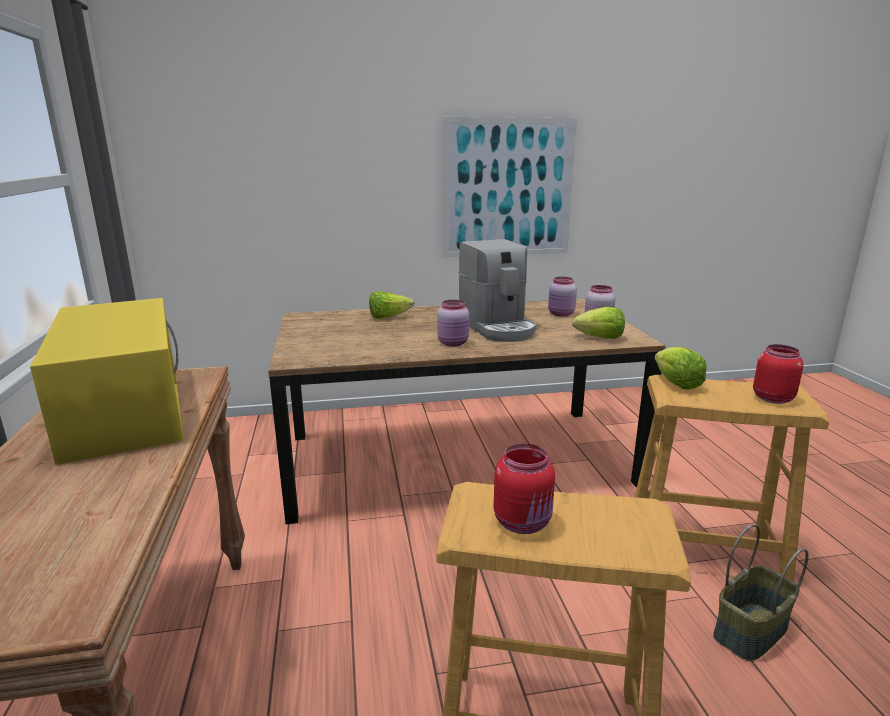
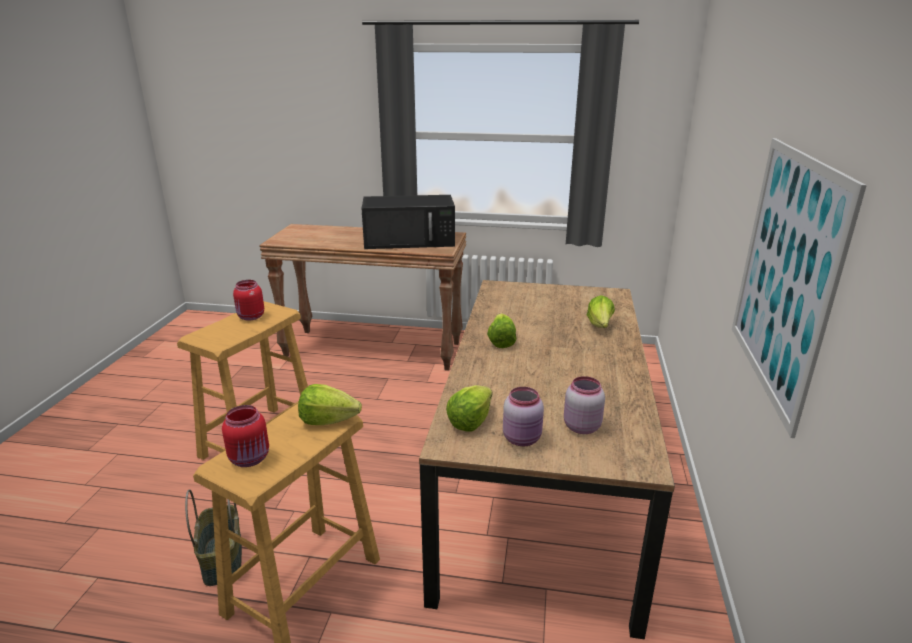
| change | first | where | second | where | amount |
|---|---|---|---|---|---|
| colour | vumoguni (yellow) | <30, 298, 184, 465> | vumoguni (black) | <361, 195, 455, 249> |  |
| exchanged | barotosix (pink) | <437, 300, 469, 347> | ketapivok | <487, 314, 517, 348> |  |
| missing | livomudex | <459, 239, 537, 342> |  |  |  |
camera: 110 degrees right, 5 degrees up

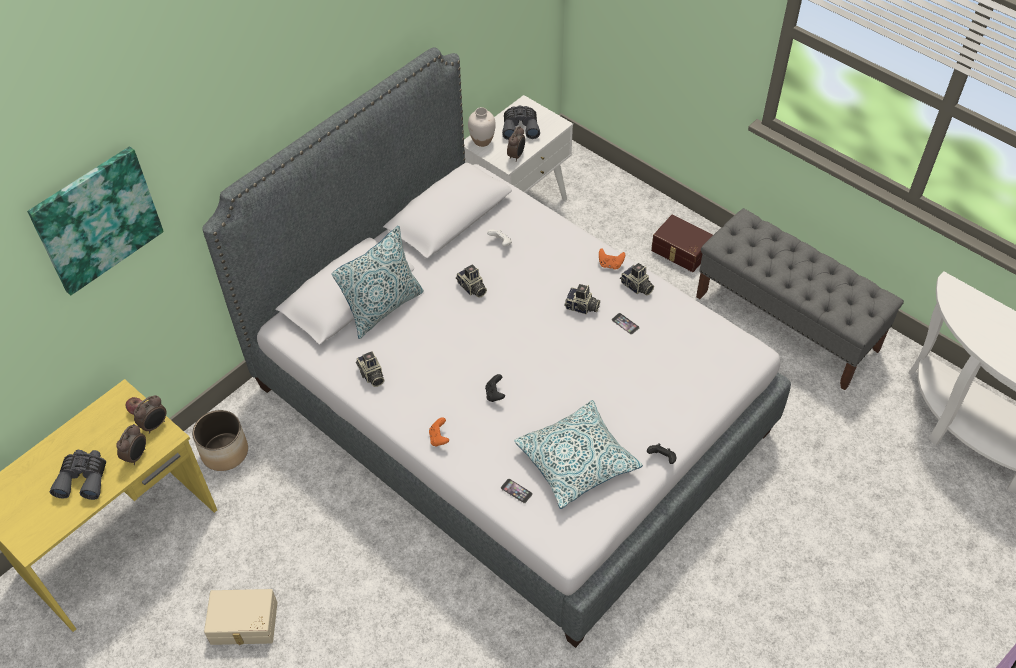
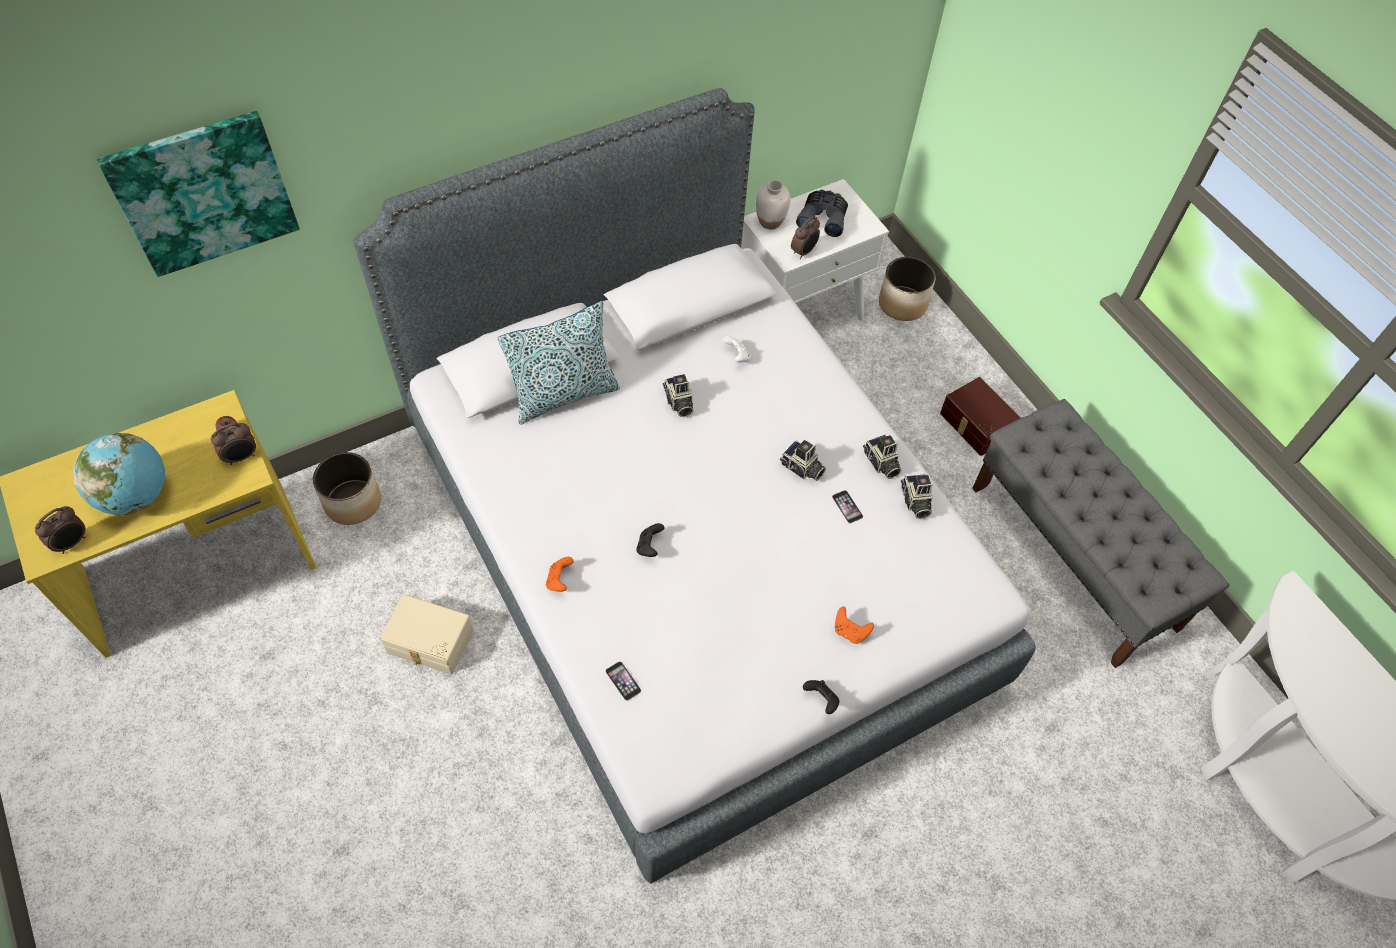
| change | first | where | second | where | amount |
|---|---|---|---|---|---|
| relocated | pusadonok | <116, 424, 146, 465> |  | <35, 506, 86, 554> |  |
| exchanged | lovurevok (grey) | <50, 450, 106, 500> | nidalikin | <73, 433, 165, 515> |  |
| relocated | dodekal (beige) | <204, 589, 277, 645> |  | <380, 594, 474, 674> |  |
| relocated | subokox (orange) | <599, 248, 625, 270> |  | <834, 607, 874, 644> |  |
| appeared |  |  | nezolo | <879, 257, 936, 321> |  |
| relocated | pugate | <356, 351, 384, 387> |  | <901, 474, 933, 519> |  |
| missing | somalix | <514, 400, 643, 509> |  |  |  |
camera: 15 degrees right, 5 degrees up

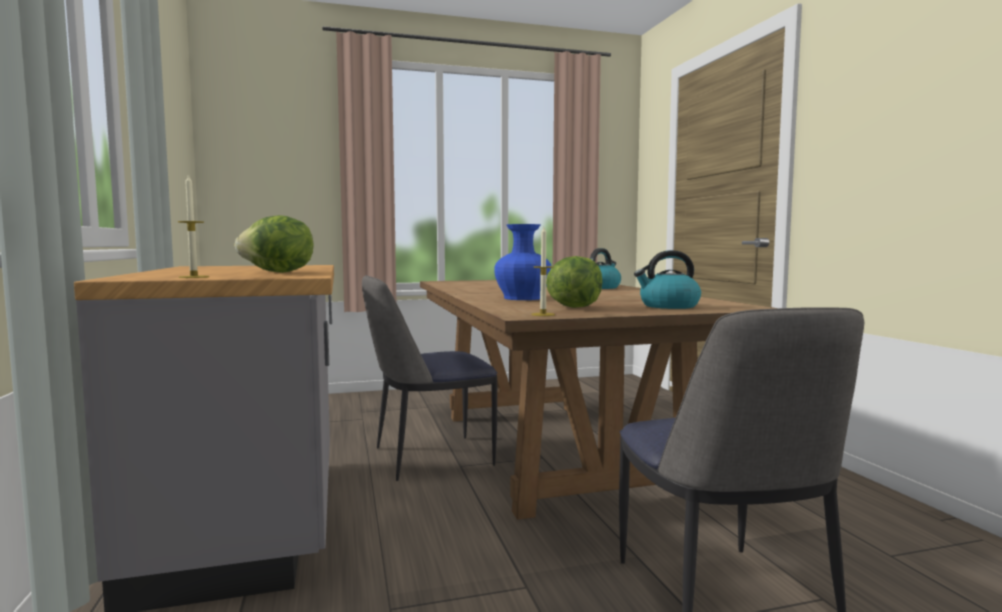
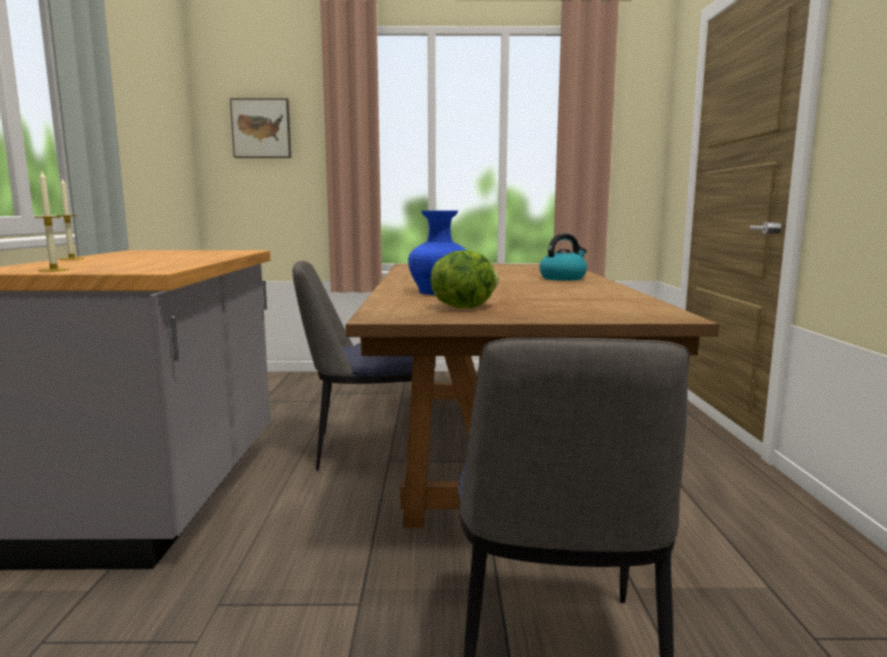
| change | first | where | second | where | amount |
|---|---|---|---|---|---|
| relocated | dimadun | <531, 227, 555, 316> |  | <56, 178, 84, 260> |  |
| appeared |  |  | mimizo | <230, 98, 291, 158> |  |
| missing | ketapivok | <234, 215, 314, 273> |  |  |  |
| missing | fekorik | <634, 250, 701, 309> |  |  |  |
camera: 15 degrees right, 5 degrees up

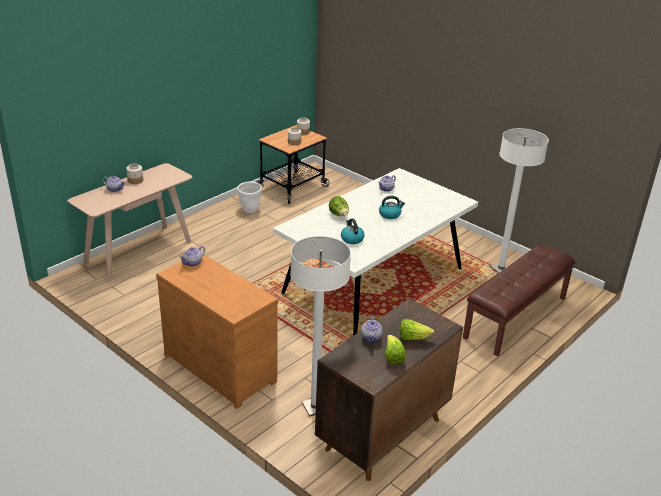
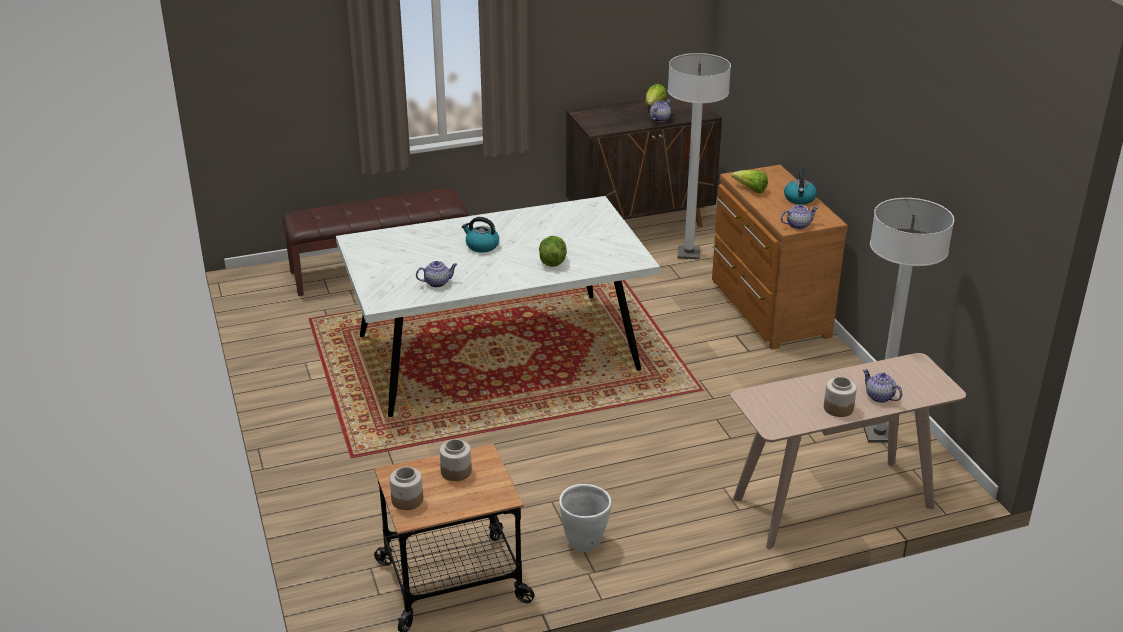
| change | first | where | second | where | amount |
|---|---|---|---|---|---|
| relocated | ketapivok | <400, 319, 435, 340> |  | <732, 170, 768, 193> |  |
| relocated | fekorik | <341, 218, 364, 244> |  | <784, 169, 817, 205> |  |
| relocated | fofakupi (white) | <490, 128, 549, 273> |  | <863, 198, 954, 443> |  |
camera: 150 degrees left, 0 degrees up

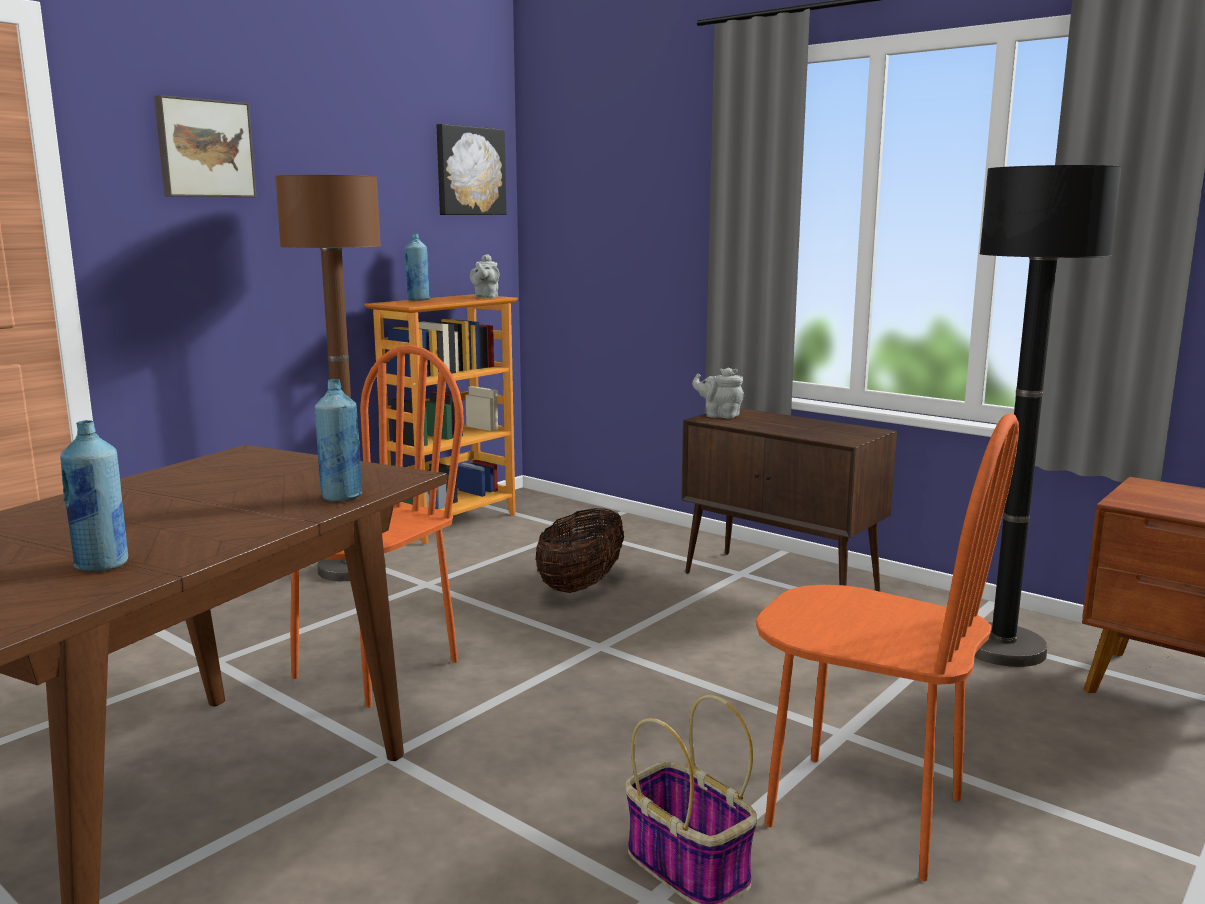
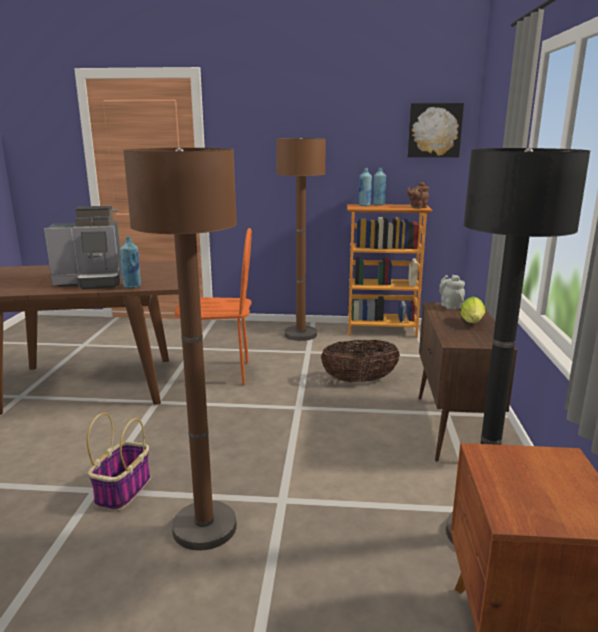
| change | first | where | second | where | amount |
|---|---|---|---|---|---|
| appeared |  |  | livomudex | <44, 206, 122, 289> |  |
| exchanged | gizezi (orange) | <756, 413, 1019, 881> | fofakupi (brown) | <123, 147, 237, 550> |  |
| relocated | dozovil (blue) | <60, 420, 128, 572> |  | <358, 168, 372, 206> |  |
| colour | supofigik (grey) | <470, 254, 499, 298> | supofigik (brown) | <407, 182, 429, 209> |  |
| appeared |  |  | ketapivok | <460, 297, 485, 323> |  |
| missing | mimizo | <154, 95, 257, 197> |  |  |  |
camera: 55 degrees right, 5 degrees up

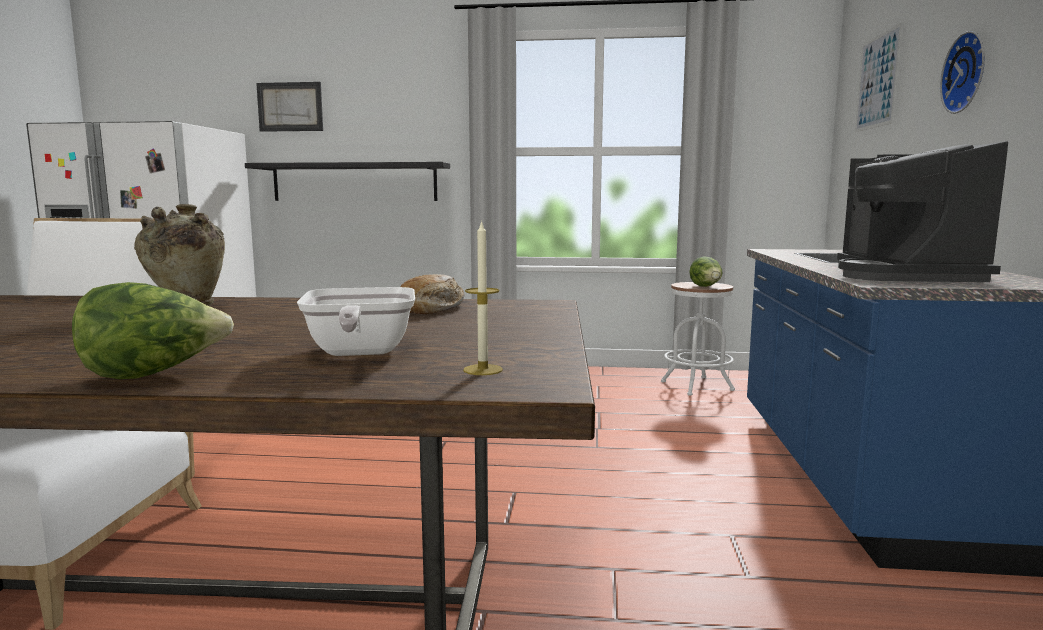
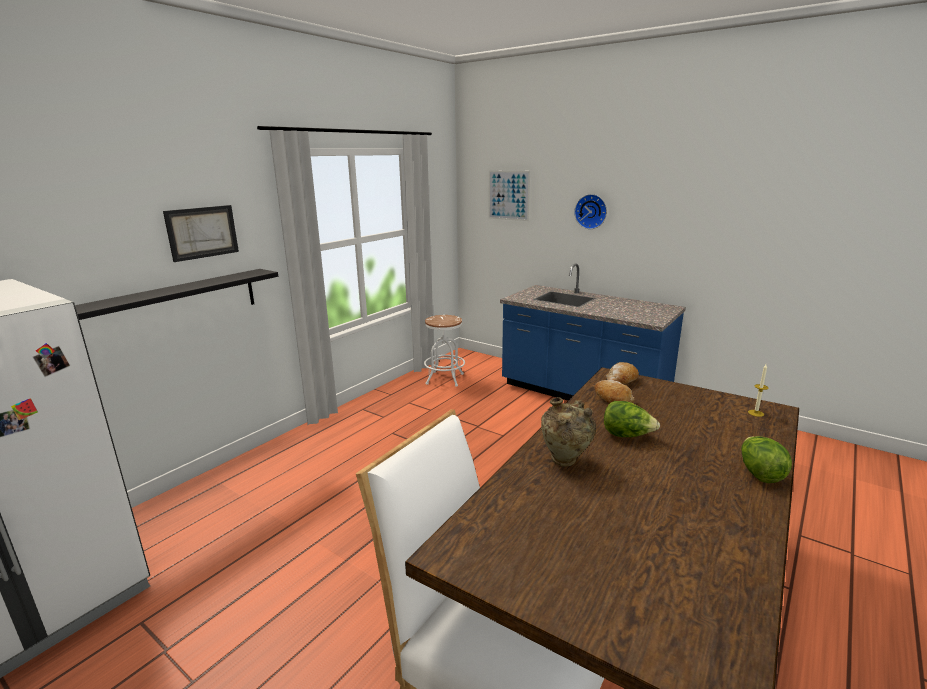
| change | first | where | second | where | amount |
|---|---|---|---|---|---|
| relocated | mimizo | <256, 82, 323, 132> |  | <163, 205, 239, 262> |  |
| relocated | ketapivok | <689, 257, 723, 287> |  | <604, 401, 660, 437> |  |
| appeared |  |  | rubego | <606, 362, 639, 384> |  |
| missing | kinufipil | <297, 287, 415, 356> |  |  |  |
| missing | livomudex | <837, 141, 1008, 282> |  |  |  |
camera: 60 degrees left, 10 degrees up

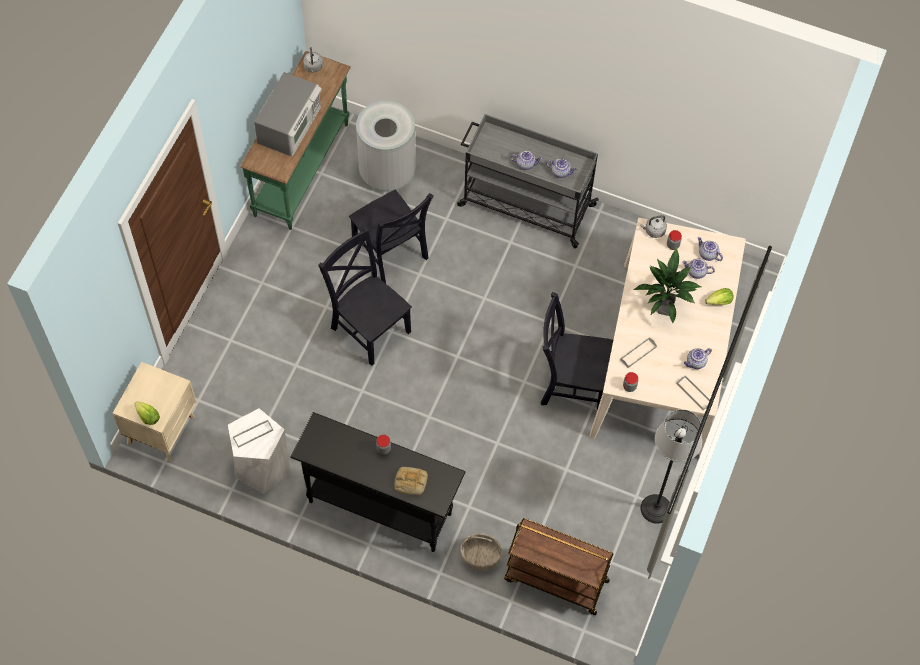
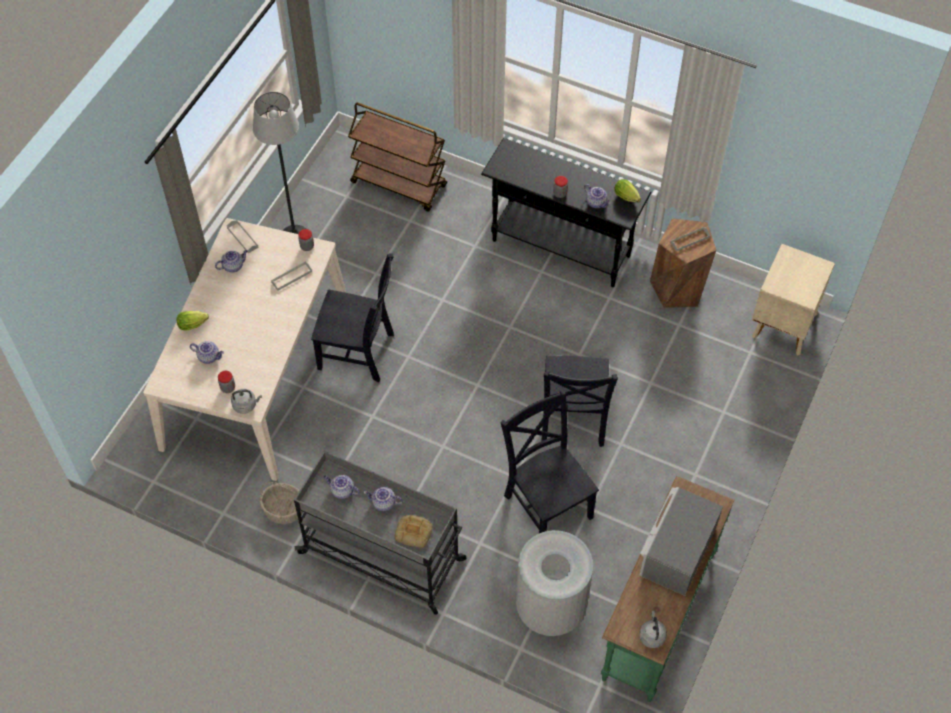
| change | first | where | second | where | amount |
|---|---|---|---|---|---|
| relocated | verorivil | <460, 533, 502, 571> |  | <259, 482, 303, 524> |  |
| relocated | rubego | <395, 467, 428, 495> |  | <395, 515, 432, 548> |  |
| spun | gizezi (black) | <318, 227, 412, 366> |  | <541, 355, 618, 447> | 45 degrees clockwise |
| relocated | supofigik | <697, 237, 723, 261> |  | <584, 184, 610, 208> |  |
| relocated | ketapivok | <135, 401, 160, 425> |  | <614, 179, 641, 202> |  |
| colour | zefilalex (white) | <228, 408, 290, 494> | zefilalex (brown) | <650, 218, 716, 308> |  |
| missing | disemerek | <633, 248, 701, 323> |  |  |  |
camera: 175 degrees left, 5 degrees down

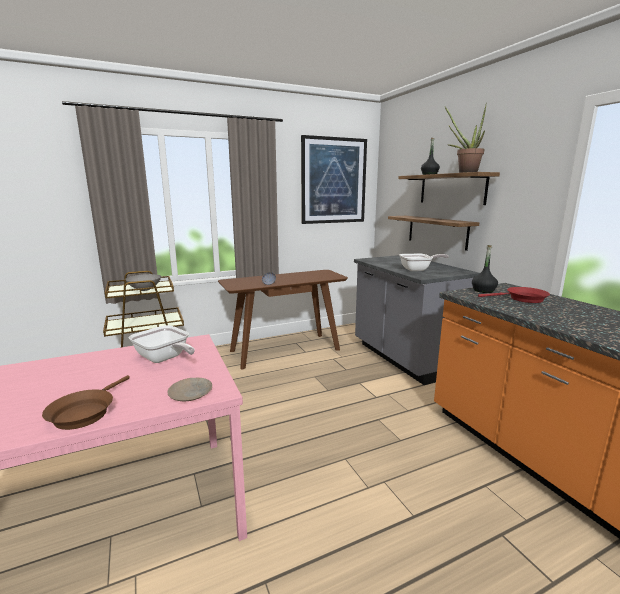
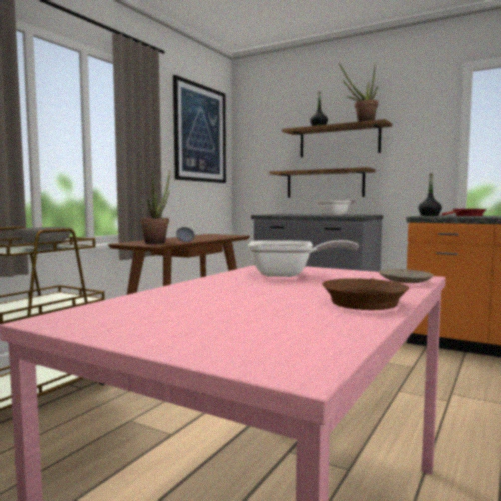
| change | first | where | second | where | amount |
|---|---|---|---|---|---|
| appeared |  |  | disemerek | <140, 169, 170, 244> |  |
| spun | kinufipil (brown) | <42, 375, 130, 430> |  | <322, 278, 409, 310> | 45 degrees clockwise |
camera: 35 degrees left, 10 degrees down

